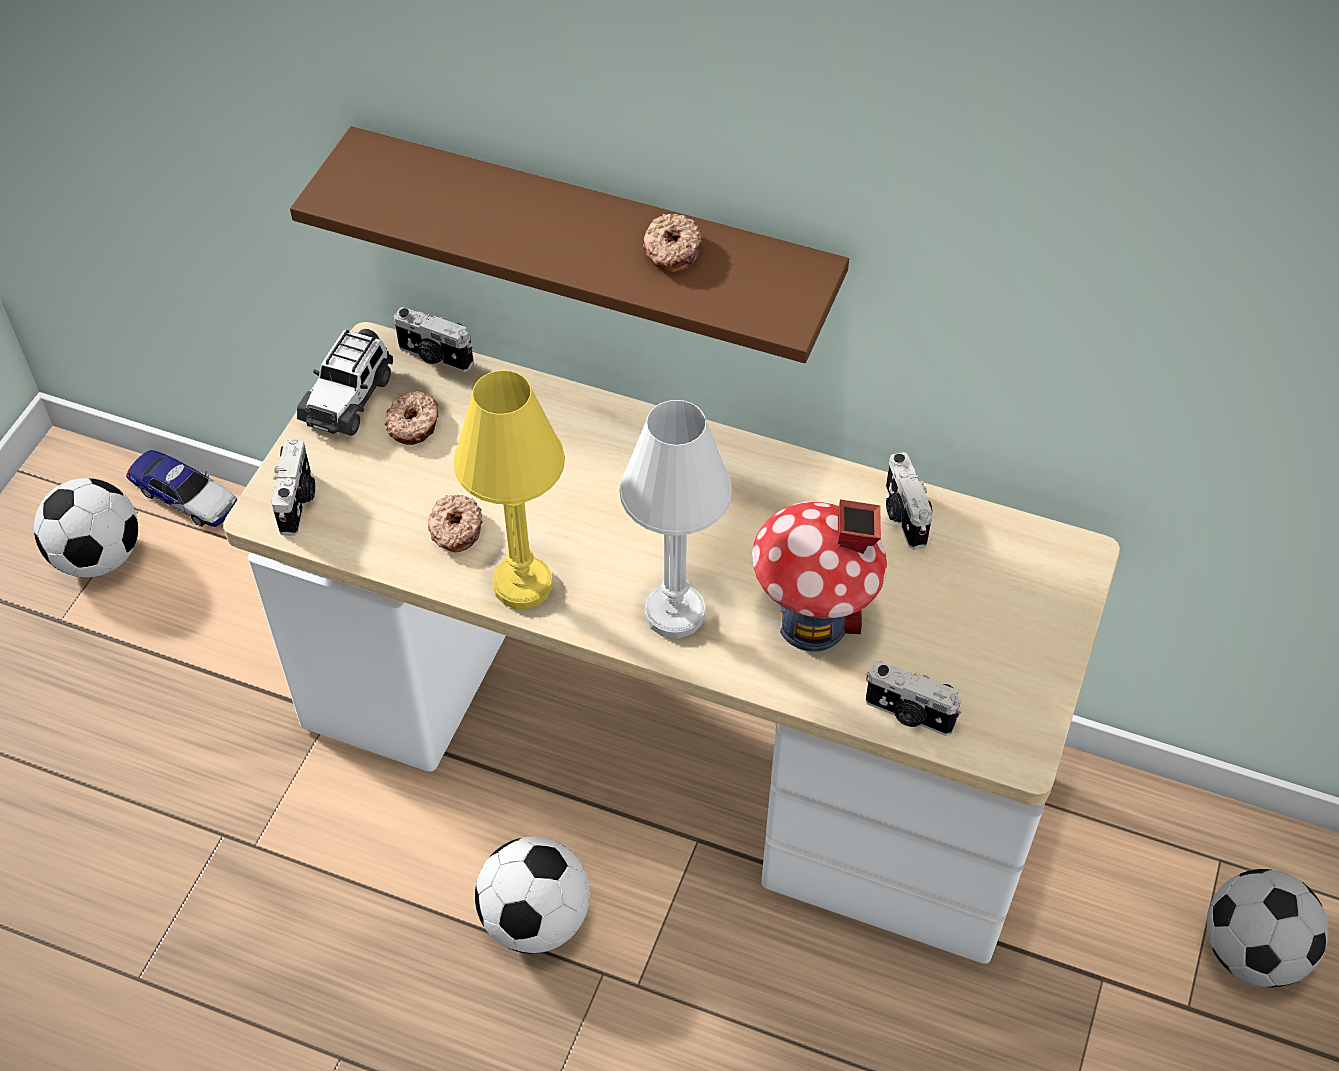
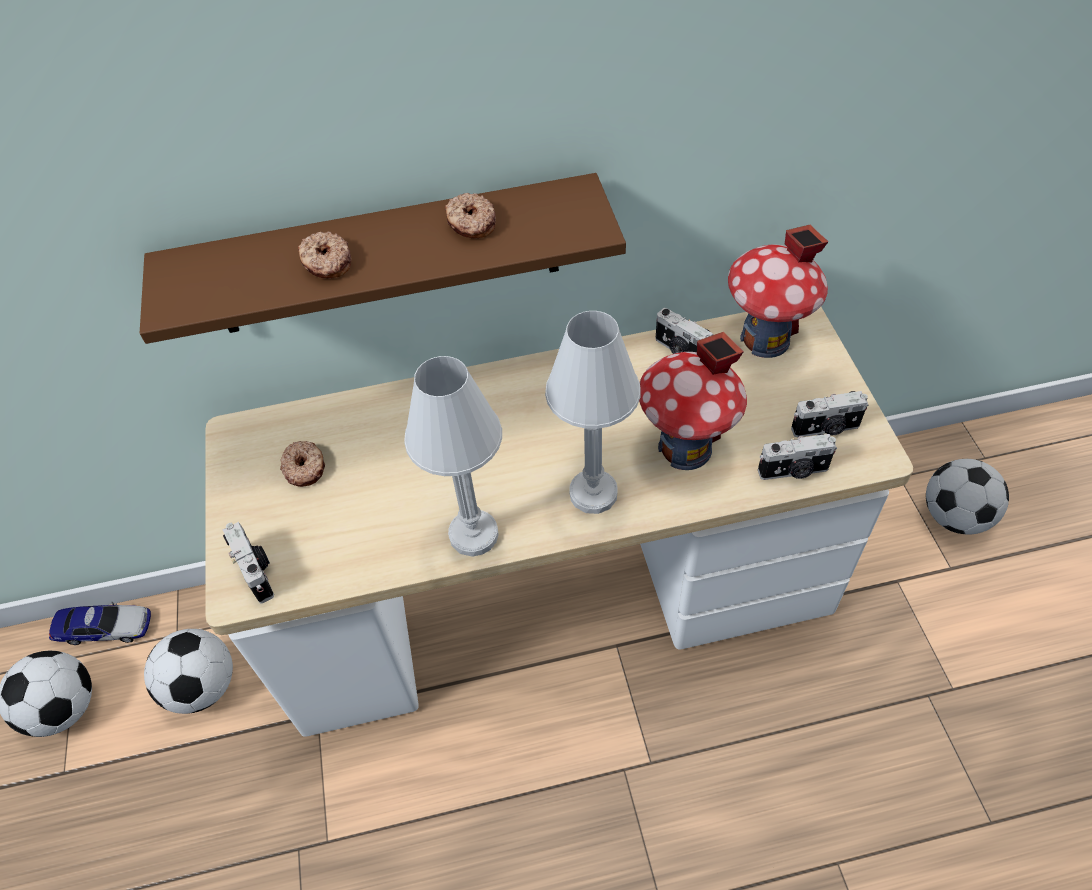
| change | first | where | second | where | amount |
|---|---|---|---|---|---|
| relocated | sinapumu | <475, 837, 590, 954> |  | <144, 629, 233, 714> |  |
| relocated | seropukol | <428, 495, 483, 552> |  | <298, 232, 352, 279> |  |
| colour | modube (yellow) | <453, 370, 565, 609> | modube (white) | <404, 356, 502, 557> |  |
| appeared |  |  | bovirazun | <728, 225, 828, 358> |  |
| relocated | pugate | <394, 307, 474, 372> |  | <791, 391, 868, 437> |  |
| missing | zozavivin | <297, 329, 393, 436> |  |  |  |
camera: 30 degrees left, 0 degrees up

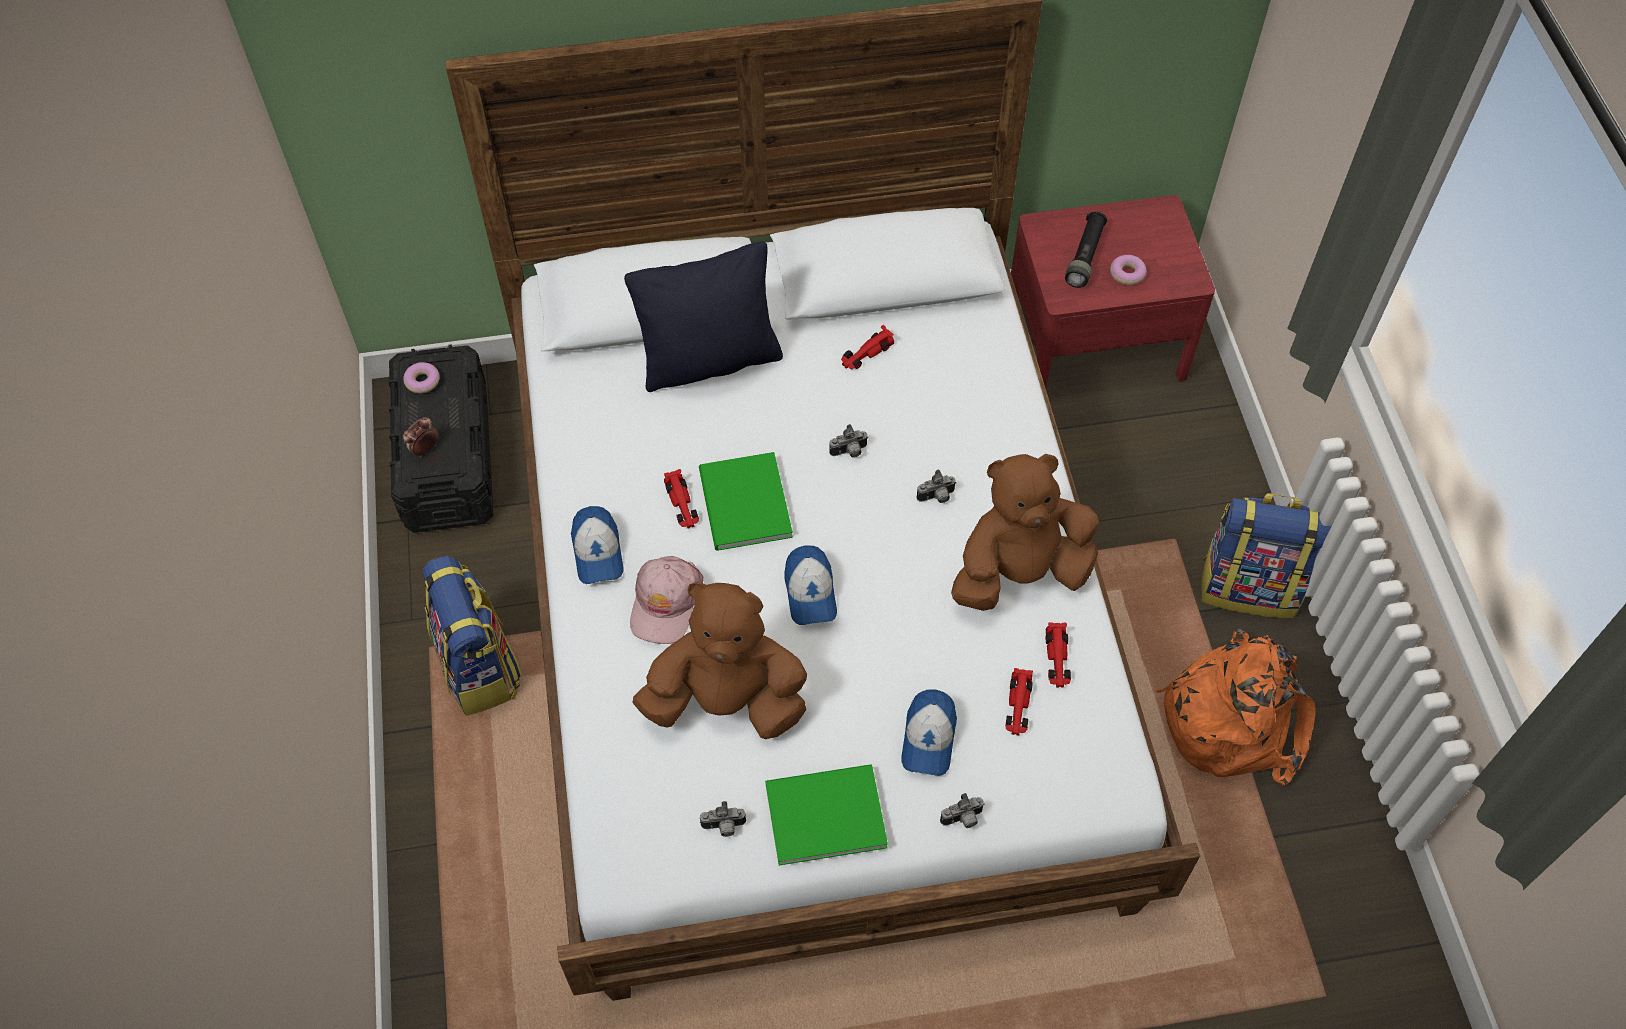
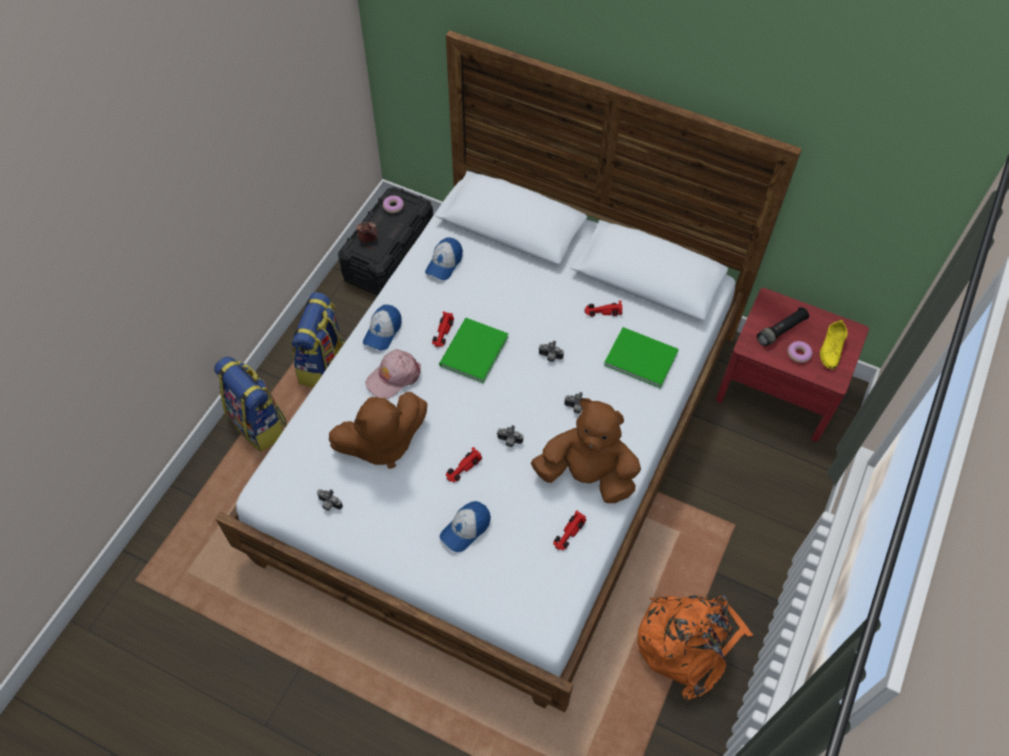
| change | first | where | second | where | amount |
|---|---|---|---|---|---|
| relocated | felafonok | <1201, 493, 1332, 618> |  | <214, 356, 287, 452> |  |
| spun | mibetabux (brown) | <632, 582, 807, 739> |  | <329, 392, 427, 469> | 120 degrees clockwise |
| relocated | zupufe | <784, 546, 837, 625> |  | <425, 237, 463, 280> |  |
| relocated | zozavivin (red) | <1005, 668, 1033, 736> |  | <446, 447, 482, 482> |  |
| relocated | pugate | <940, 793, 985, 828> |  | <497, 425, 523, 447> |  |
| relocated | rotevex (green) | <765, 764, 888, 865> |  | <604, 327, 679, 388> |  |
| appeared |  |  | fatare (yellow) | <820, 320, 848, 369> |  |
| missing | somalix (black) | <624, 241, 783, 392> |  |  |  |
camera: 35 degrees right, 0 degrees up

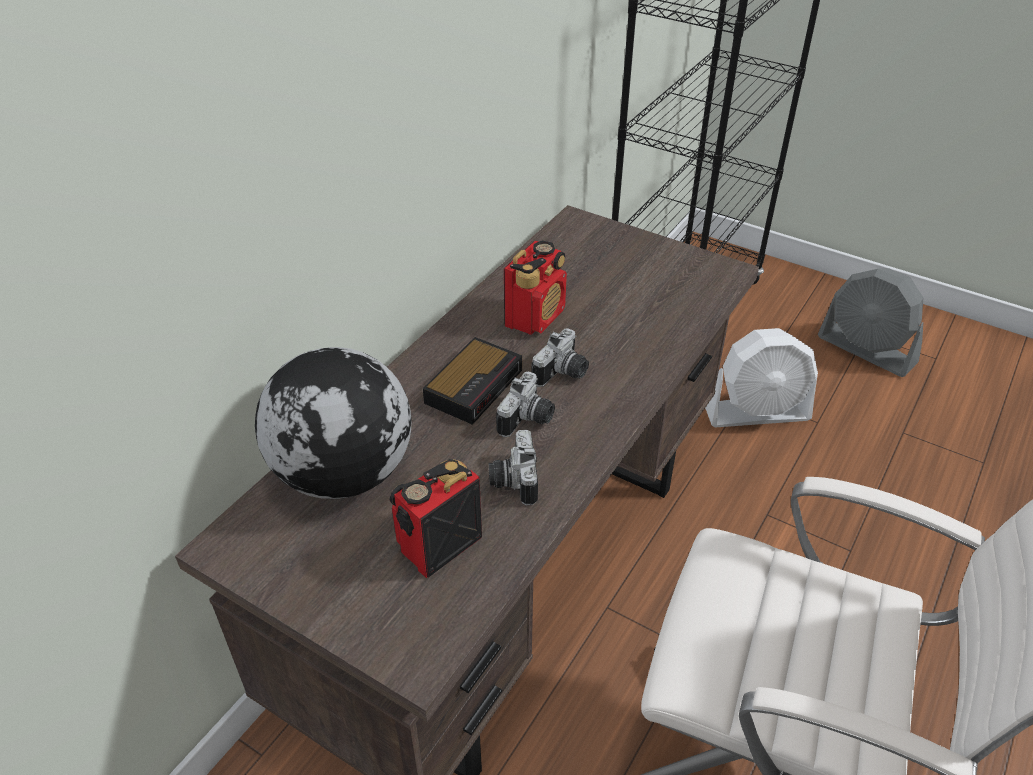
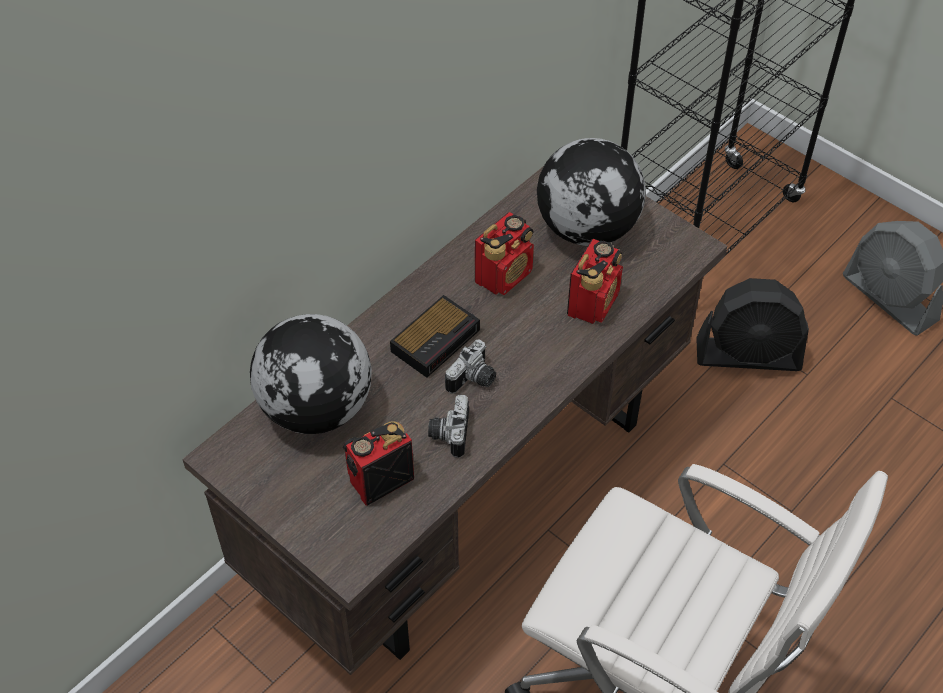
| change | first | where | second | where | amount |
|---|---|---|---|---|---|
| appeared |  |  | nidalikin | <537, 138, 646, 246> |  |
| appeared |  |  | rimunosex | <567, 239, 623, 324> |  |
| colour | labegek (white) | <705, 328, 818, 427> | labegek (black) | <696, 278, 809, 371> |  |
| missing | pugate | <531, 328, 589, 387> |  |  |  |
camera: 10 degrees right, 10 degrees up

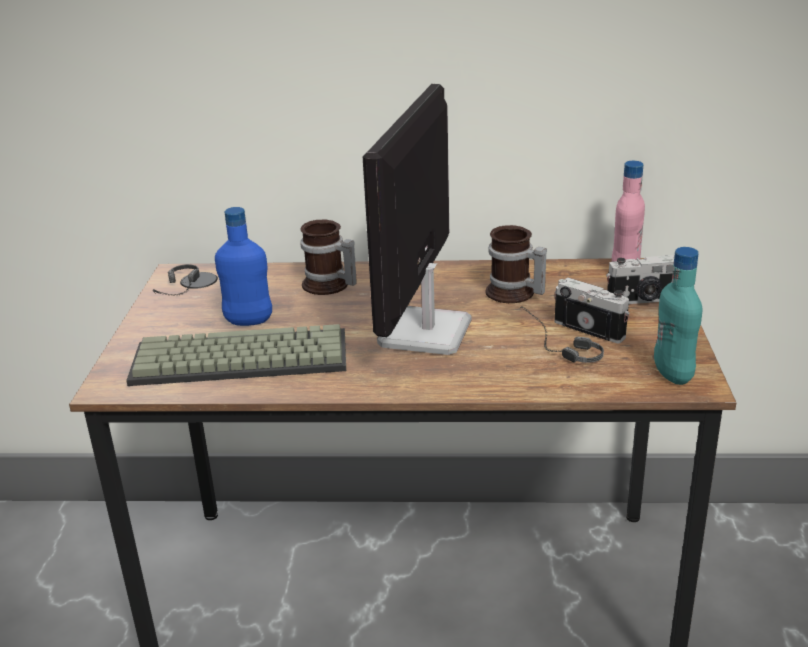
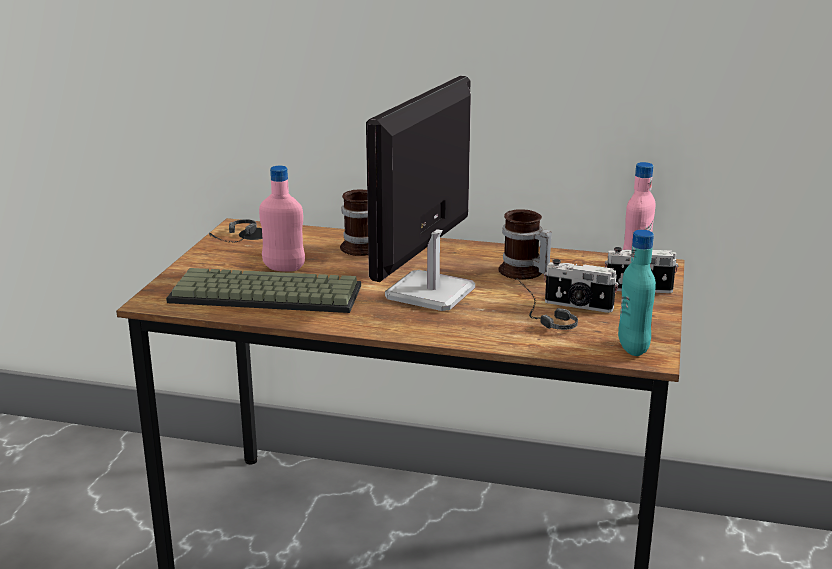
| change | first | where | second | where | amount |
|---|---|---|---|---|---|
| colour | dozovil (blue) | <215, 207, 272, 326> | dozovil (pink) | <259, 166, 305, 271> |  |
| spun | pugate | <555, 277, 629, 343> |  | <544, 259, 618, 313> | 150 degrees clockwise |
camera: 10 degrees right, 5 degrees down

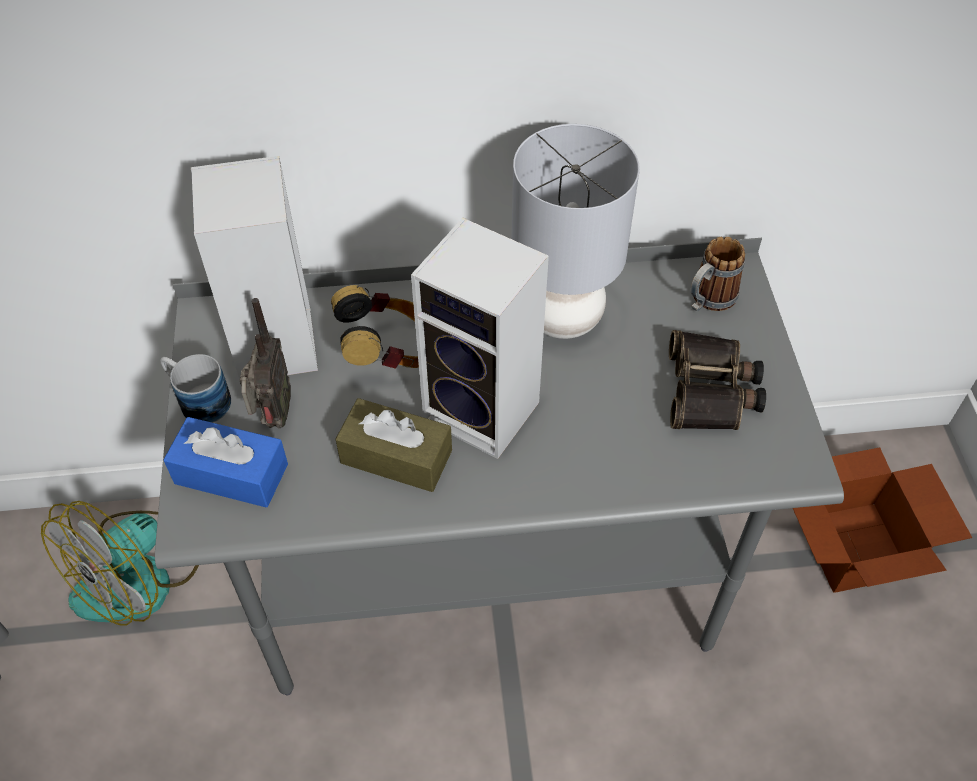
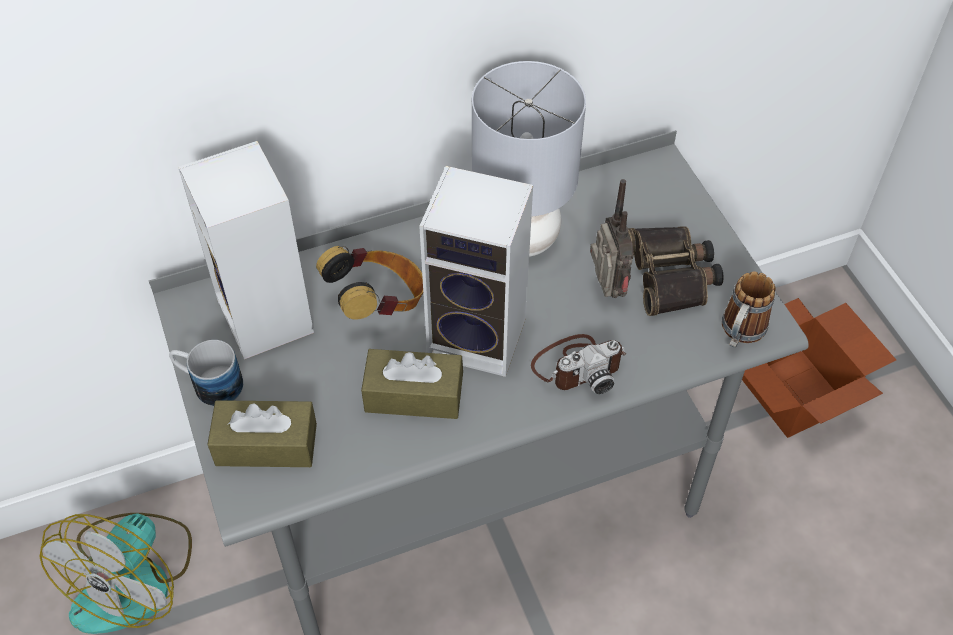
| change | first | where | second | where | amount |
|---|---|---|---|---|---|
| colour | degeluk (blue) | <163, 417, 288, 508> | degeluk (brown) | <207, 400, 317, 467> |  |
| appeared |  |  | pugate | <531, 334, 626, 394> |  |
| relocated | rimunosex | <240, 298, 291, 428> |  | <590, 179, 634, 298> |  |
| relocated | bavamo | <691, 237, 745, 312> |  | <722, 272, 775, 348> |  |
camera: 15 degrees left, 0 degrees up

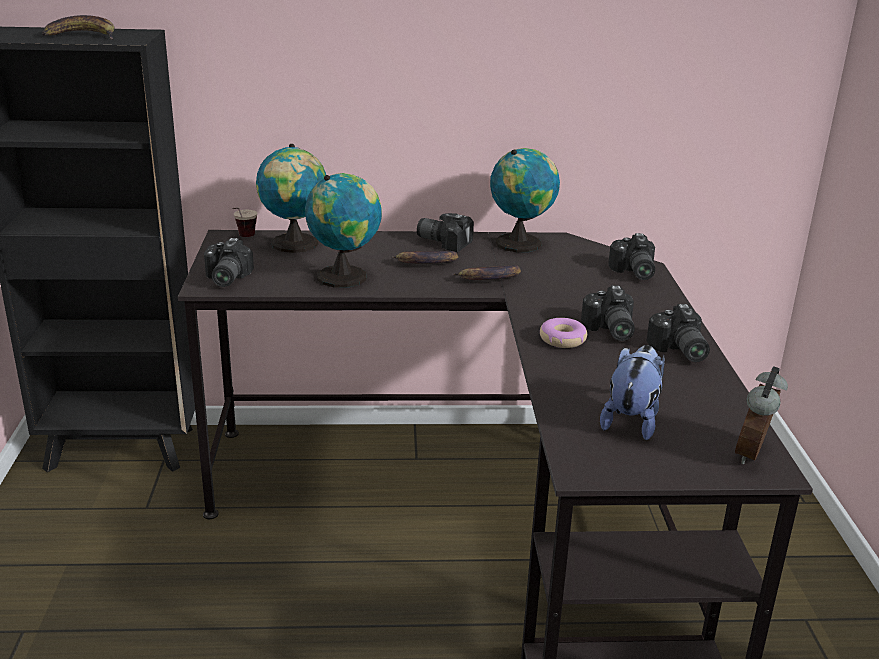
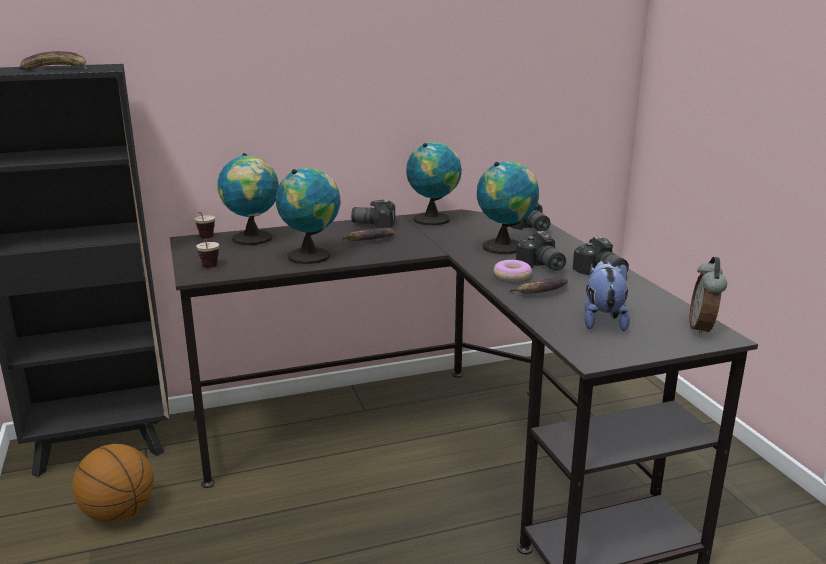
| change | first | where | second | where | amount |
|---|---|---|---|---|---|
| appeared |  |  | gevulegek | <72, 444, 154, 522> |  |
| exchanged | pugate | <204, 238, 254, 287> | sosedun | <196, 239, 219, 268> |  |
| appeared |  |  | nidalikin | <477, 161, 539, 254> |  |
| relocated | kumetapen | <452, 265, 521, 280> |  | <506, 275, 568, 294> |  |
camera: 15 degrees left, 5 degrees down

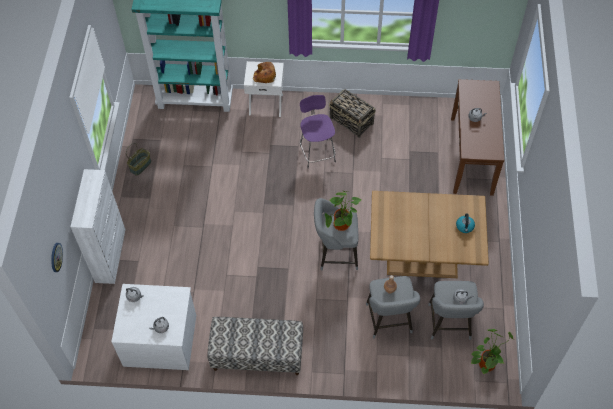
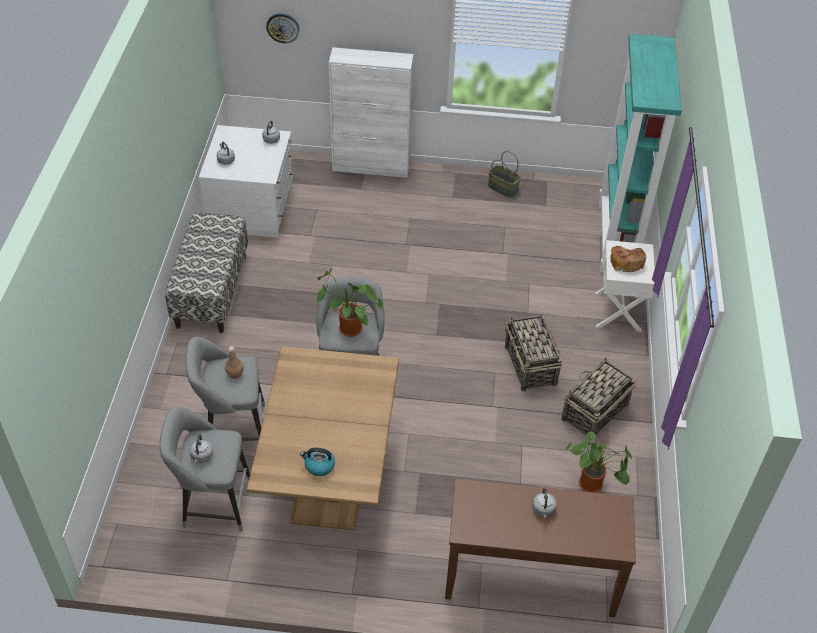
| change | first | where | second | where | amount |
|---|---|---|---|---|---|
| exchanged | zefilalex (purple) | <300, 95, 336, 168> | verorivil | <505, 315, 563, 391> |  |
| relocated | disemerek | <471, 329, 514, 374> |  | <565, 431, 632, 493> |  |
camera: 90 degrees right, 10 degrees down

